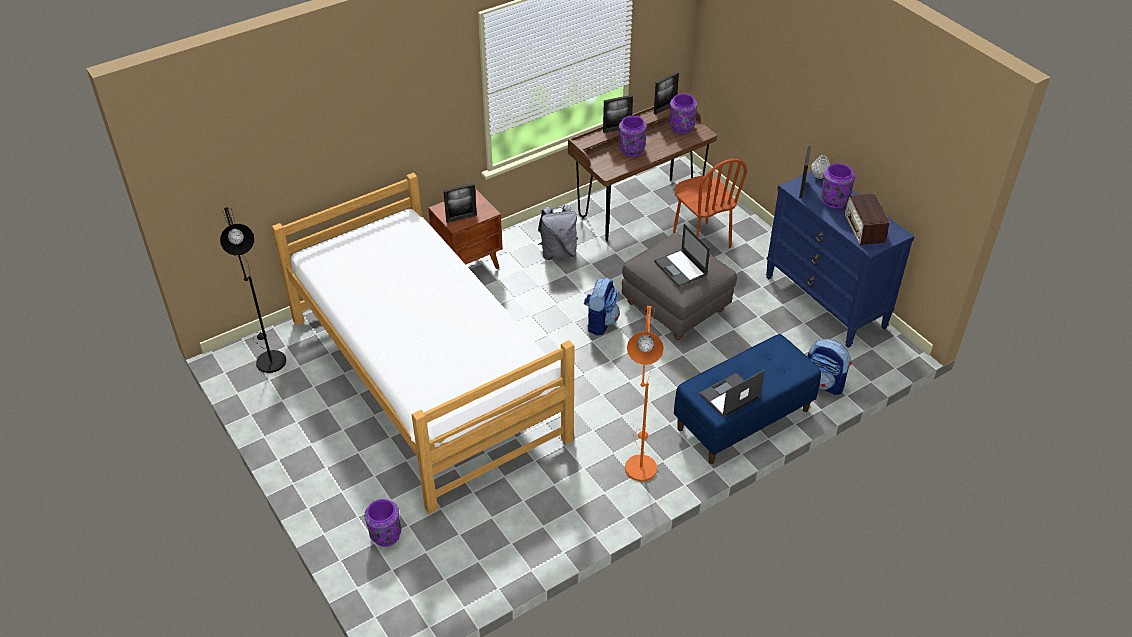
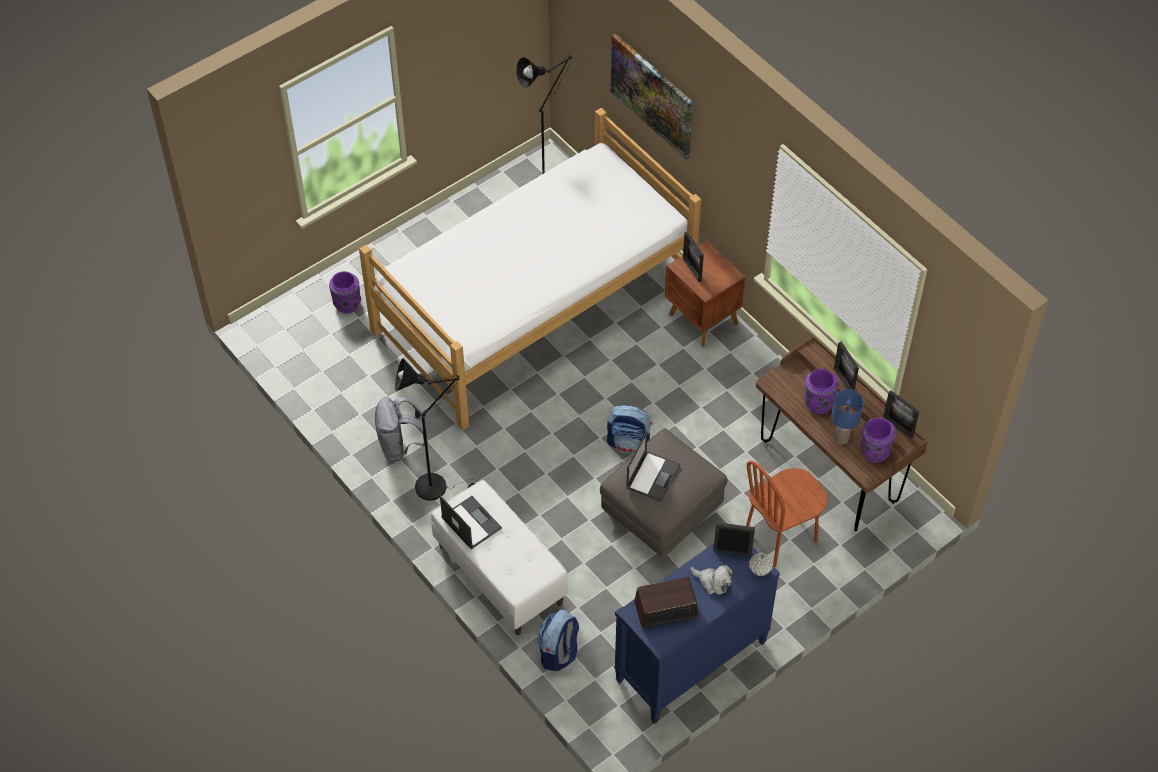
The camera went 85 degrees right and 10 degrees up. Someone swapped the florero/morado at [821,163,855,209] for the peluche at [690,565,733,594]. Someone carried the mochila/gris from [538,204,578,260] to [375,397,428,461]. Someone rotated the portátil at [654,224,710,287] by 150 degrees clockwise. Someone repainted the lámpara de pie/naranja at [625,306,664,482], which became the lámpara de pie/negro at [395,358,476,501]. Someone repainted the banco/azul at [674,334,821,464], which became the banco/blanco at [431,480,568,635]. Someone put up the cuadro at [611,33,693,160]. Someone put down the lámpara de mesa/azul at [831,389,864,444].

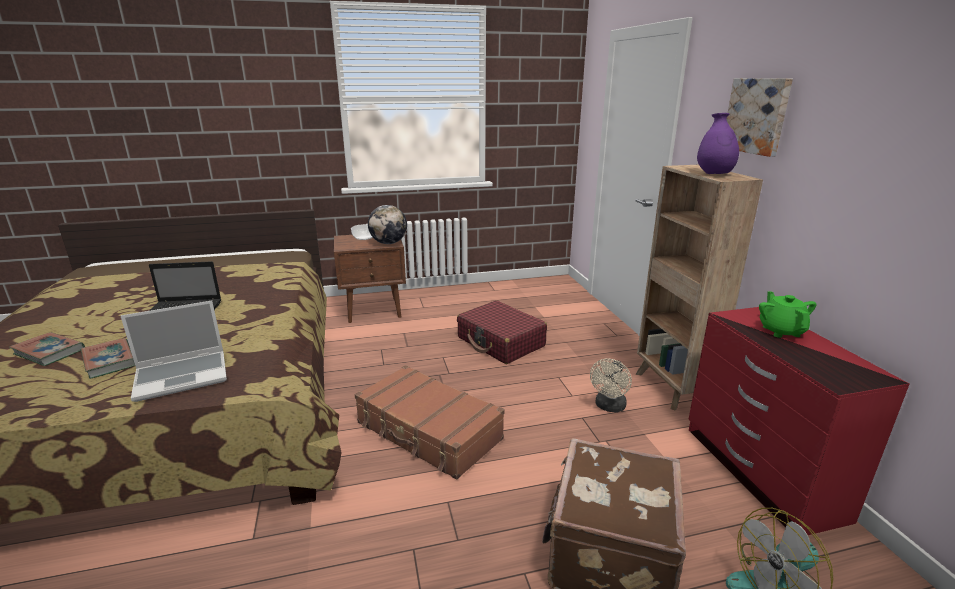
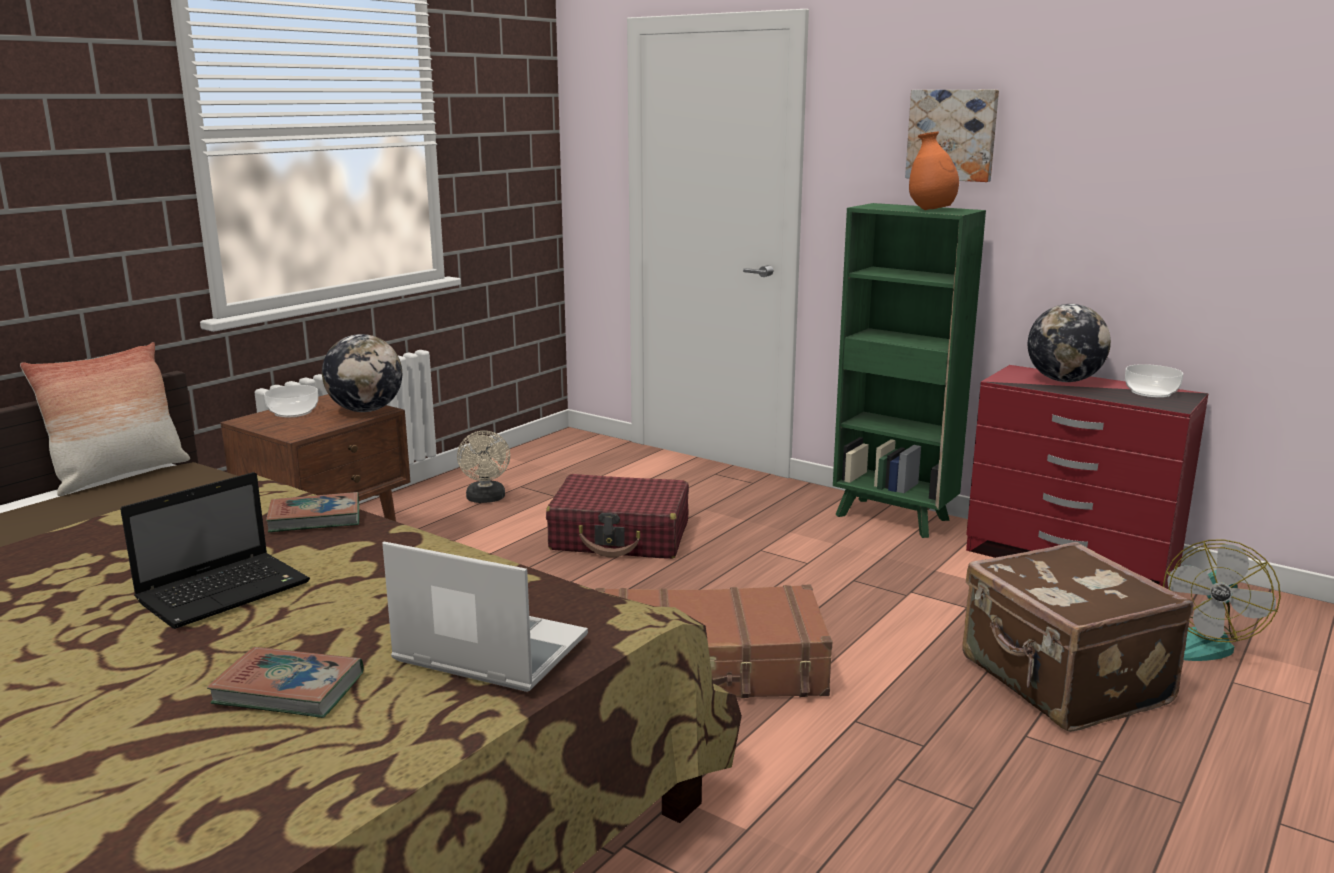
The camera went 40 degrees left and 5 degrees down. Someone repainted the florero/morado at [697,113,739,174], which became the florero/naranja at [909,132,959,210]. Someone repainted the estantería/marrón at [636,165,763,411], which became the estantería/verde at [833,203,986,538]. Someone swapped the tetera/verde at [759,291,817,338] for the globo terráqueo at [1028,304,1111,382]. Someone rotated the portátil at [121,301,227,402] by 90 degrees counterclockwise. Someone carried the libro from [9,332,85,366] to [266,492,359,532]. Someone carried the ventilador/beis from [590,359,632,413] to [457,431,510,503]. Someone put down the cojín at [20,342,190,496]. Someone put down the cuenco at [1125,364,1183,398].

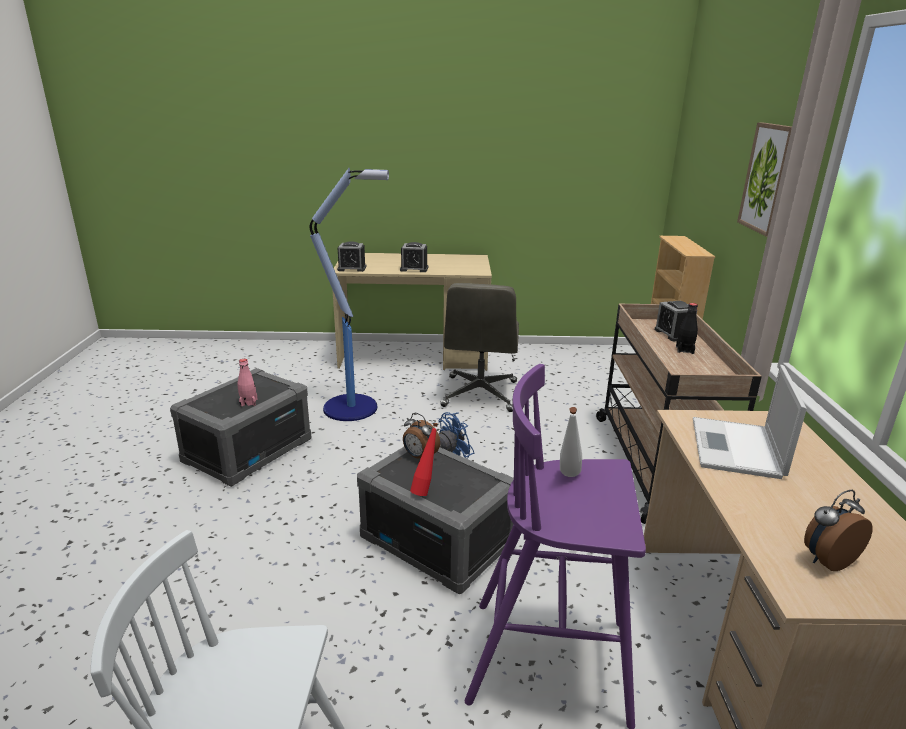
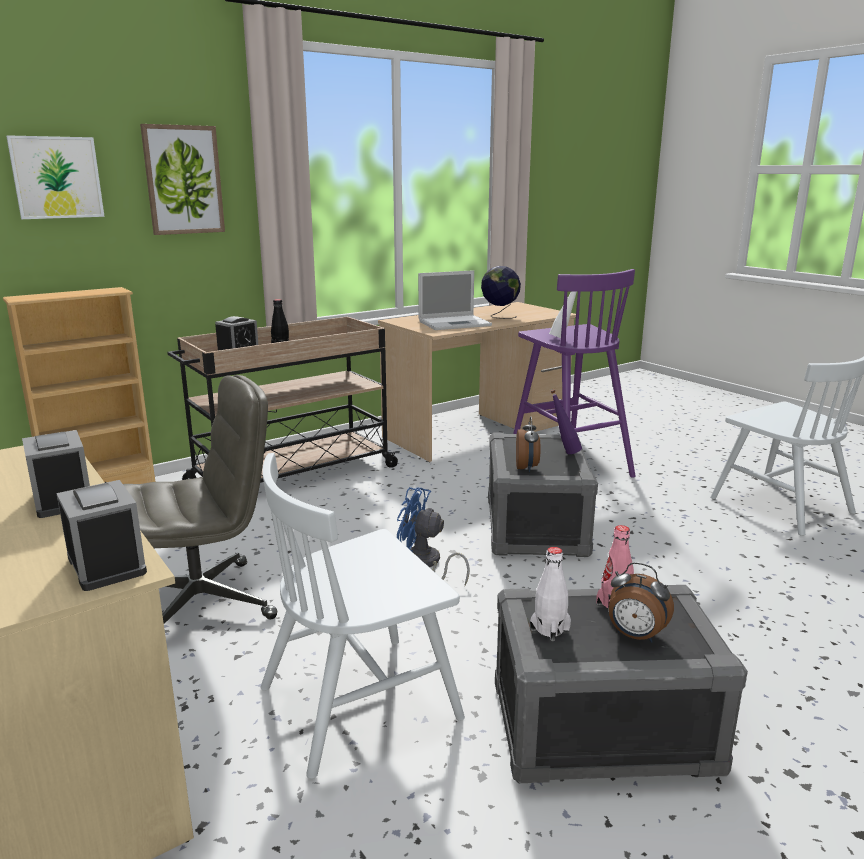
The camera went 125 degrees left and 5 degrees down. Someone swapped the lámpara de pie at [310,168,389,421] for the silla/blanco at [260,453,465,779]. Someone repainted the botella/rojo at [410,423,438,496], which became the botella/morado at [550,389,582,454]. Someone carried the despertador from [804,490,873,571] to [609,562,674,643]. Someone put up the cuadro at [6,135,105,219]. Someone put down the globo terráqueo at [481,266,521,319]. Someone put down the botella/blanco at [530,547,571,641].

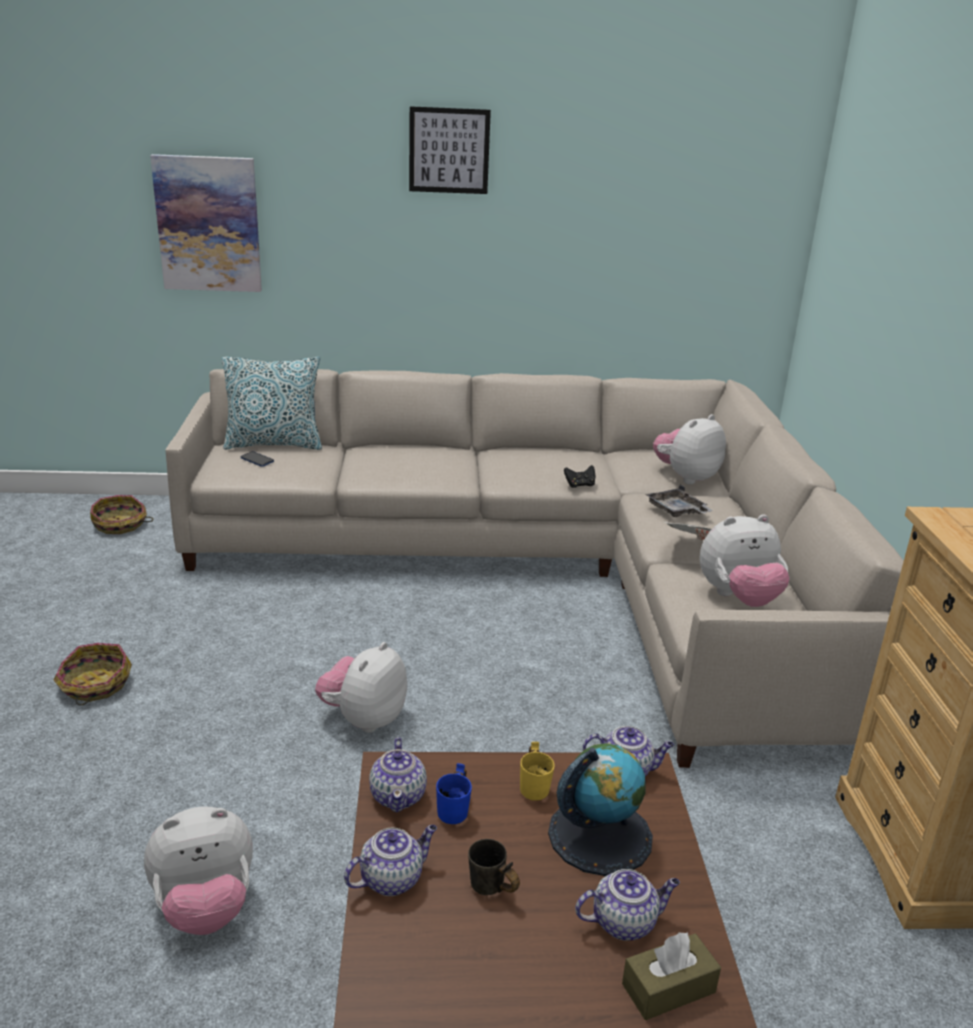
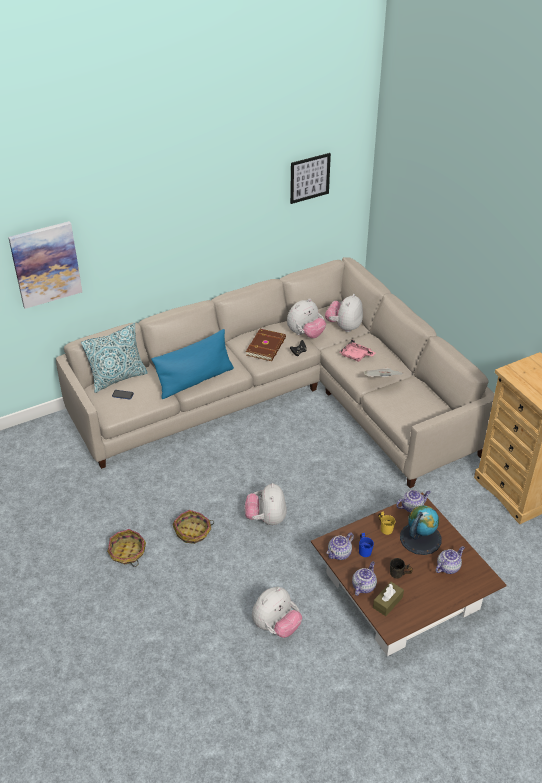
The camera went 25 degrees left and 15 degrees up. Someone carried the cuadro from [409,106,491,194] to [290,153,331,204]. Someone repainted the bandeja/gris at [645,485,713,517], which became the bandeja/rosa at [339,339,375,362]. Someone carried the cesta from [90,495,153,534] to [173,510,214,544]. Someone carried the peluche from [700,514,790,607] to [287,299,326,338]. Someone rotated the tetera at [369,737,427,812] by 75 degrees clockwise. Someone carried the caja de pañuelos/marrón from [622,931,721,1020] to [373,582,404,616]. Someone put down the cojín/azul at [152,329,234,399]. Someone put down the libro/marrón at [246,329,286,361].

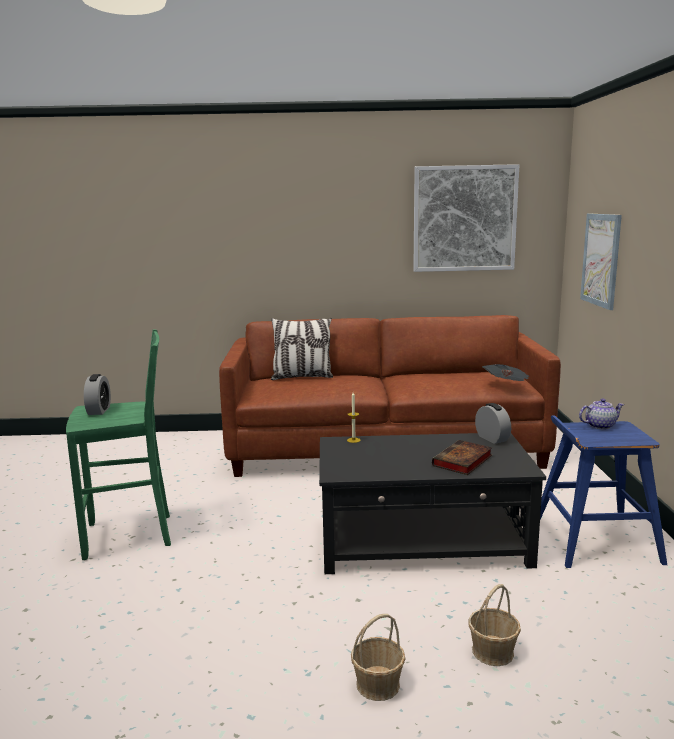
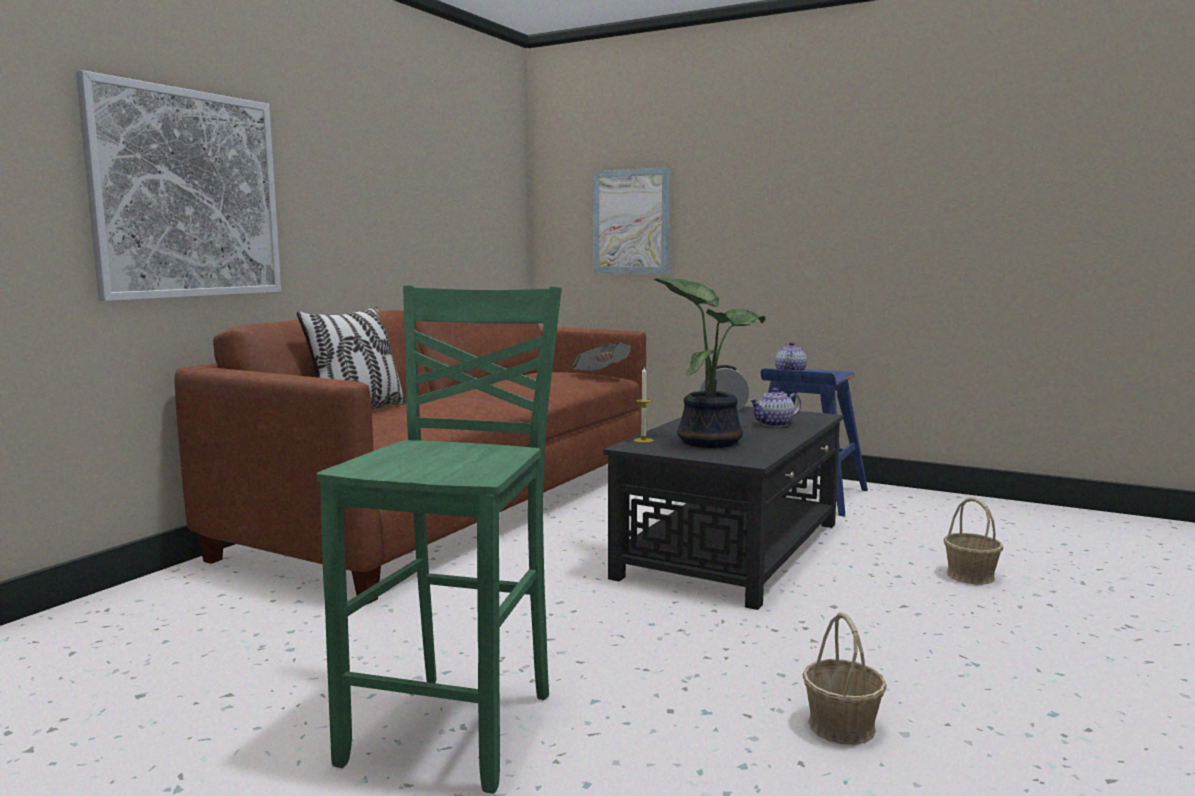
The camera went 60 degrees left and 5 degrees down. Someone carried the cuadro from [413,164,519,272] to [76,70,281,301]. Someone took away the despertador at [84,374,111,415]. Someone swapped the libro at [432,440,492,475] for the tetera at [749,388,801,427]. Someone carried the cesta from [351,614,406,701] to [803,613,887,745]. Someone put down the planta en maceta at [654,277,765,448].

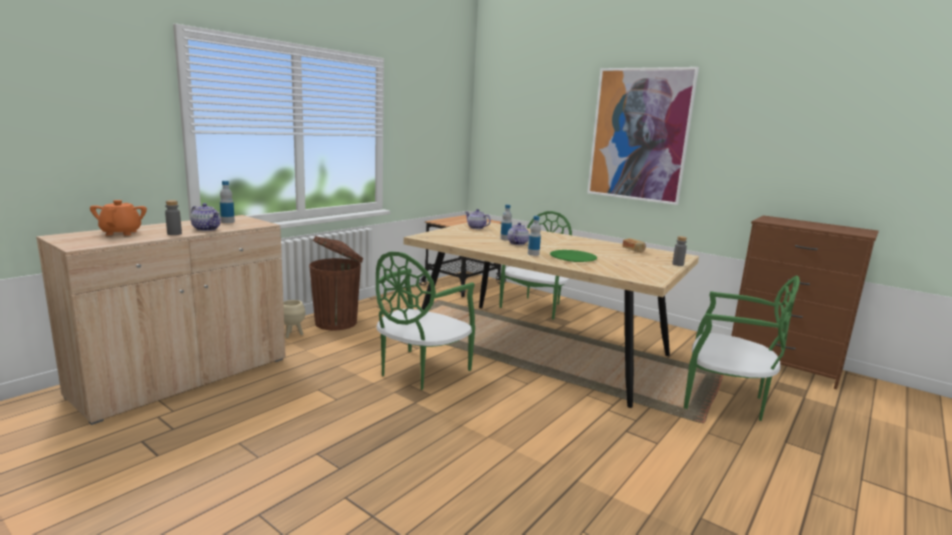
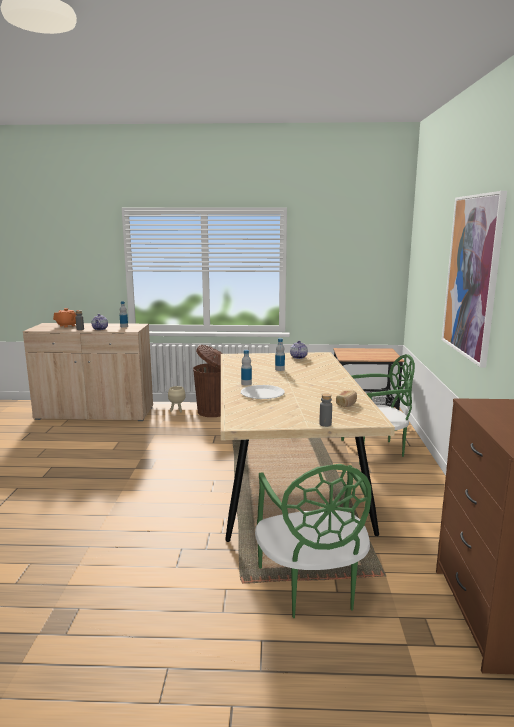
The camera went 55 degrees right and 0 degrees up. Someone took away the tetera at [507,223,529,245]. Someone repainted the plato/verde at [550,250,597,262], which became the plato/blanco at [241,385,285,399]. Someone took away the silla/verde at [376,252,475,390].

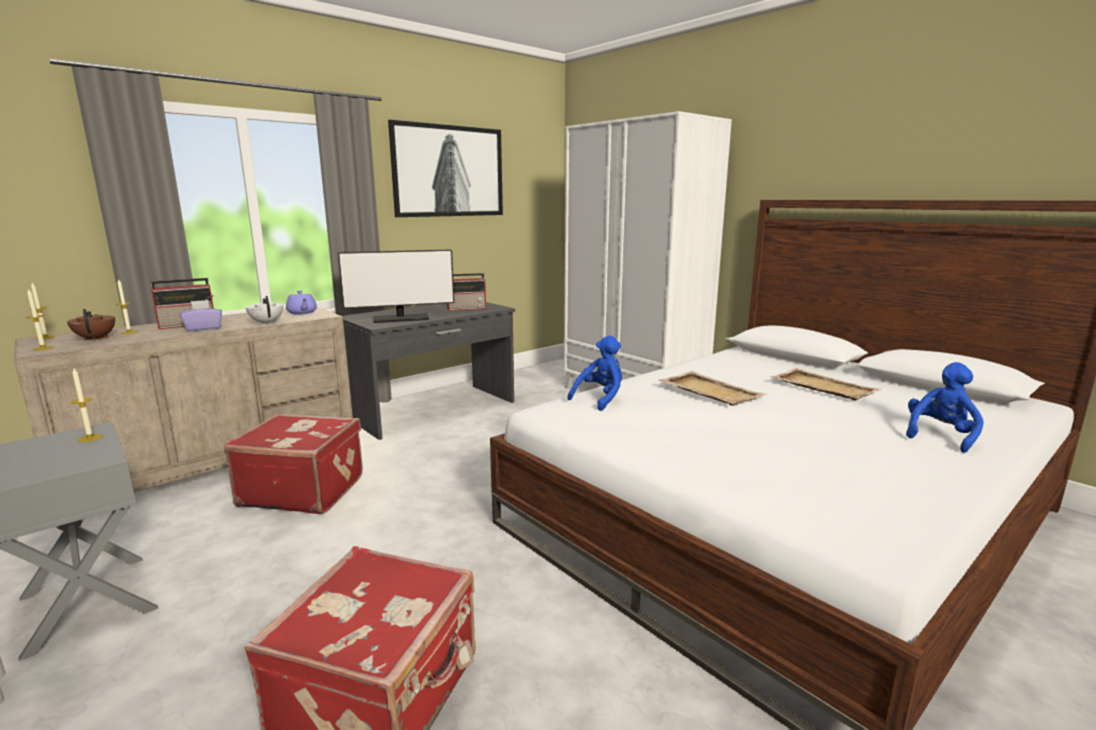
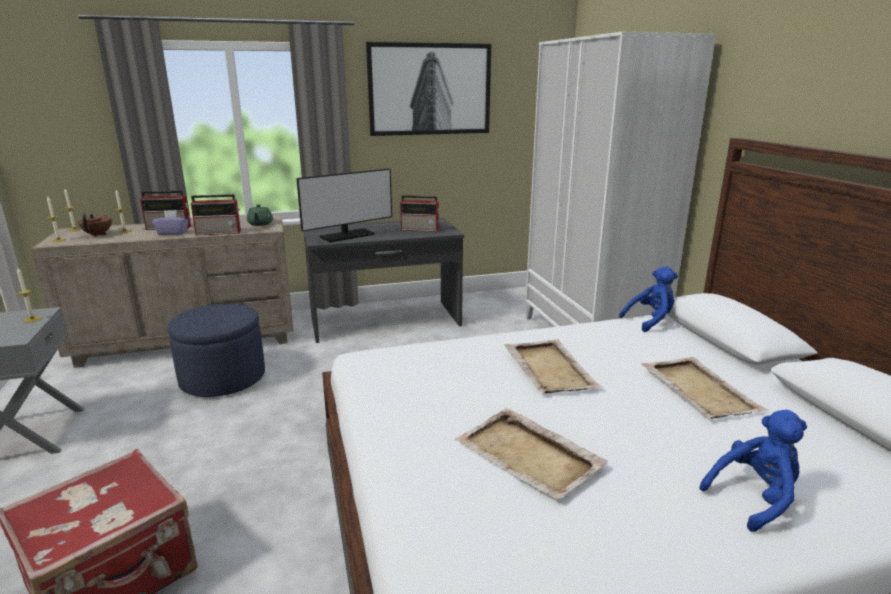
The camera went 25 degrees right and 5 degrees up. Someone rotated the monitor at [338,250,454,323] by 45 degrees counterclockwise. Someone repainted the tetera/morado at [286,290,317,315], which became the tetera/verde at [247,204,273,226]. Someone swapped the tetera/blanco at [246,296,283,325] for the radio at [191,194,241,236]. Someone carried the peluche/azul from [567,336,622,411] to [619,266,678,332]. Someone swapped the maleta/rojo at [224,413,363,514] for the puf/azul at [168,304,265,397]. Someone put down the bandeja/beis at [455,408,608,500].

